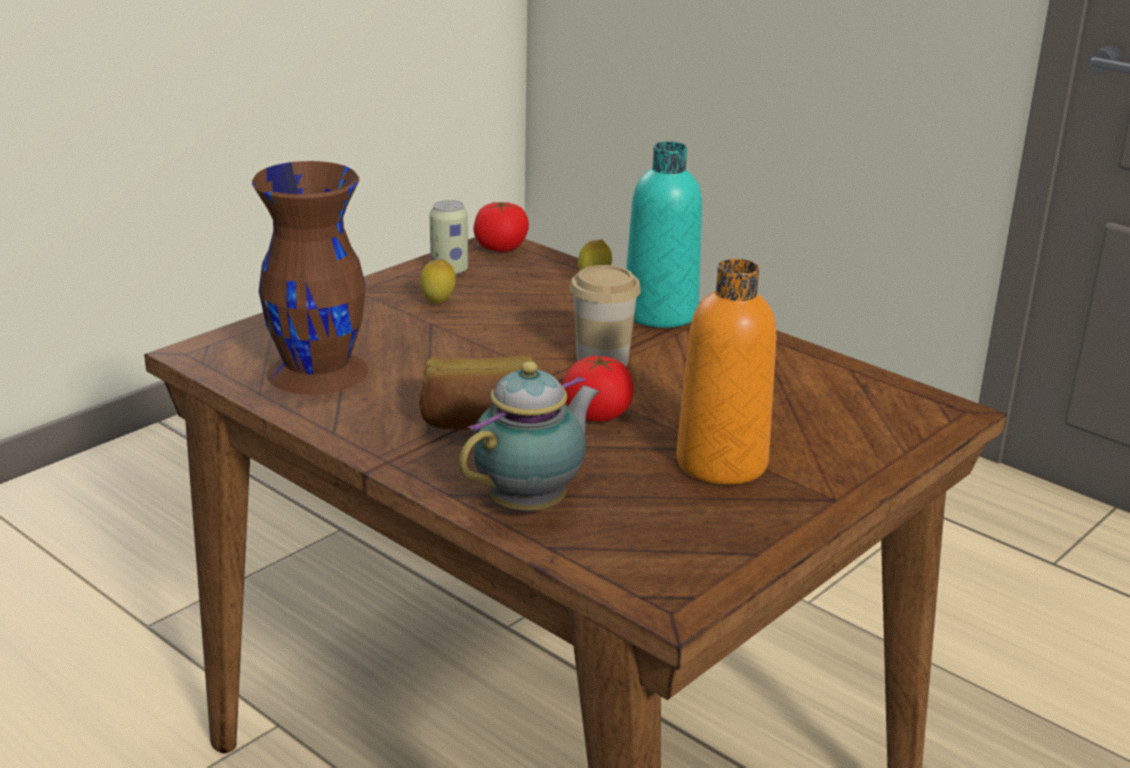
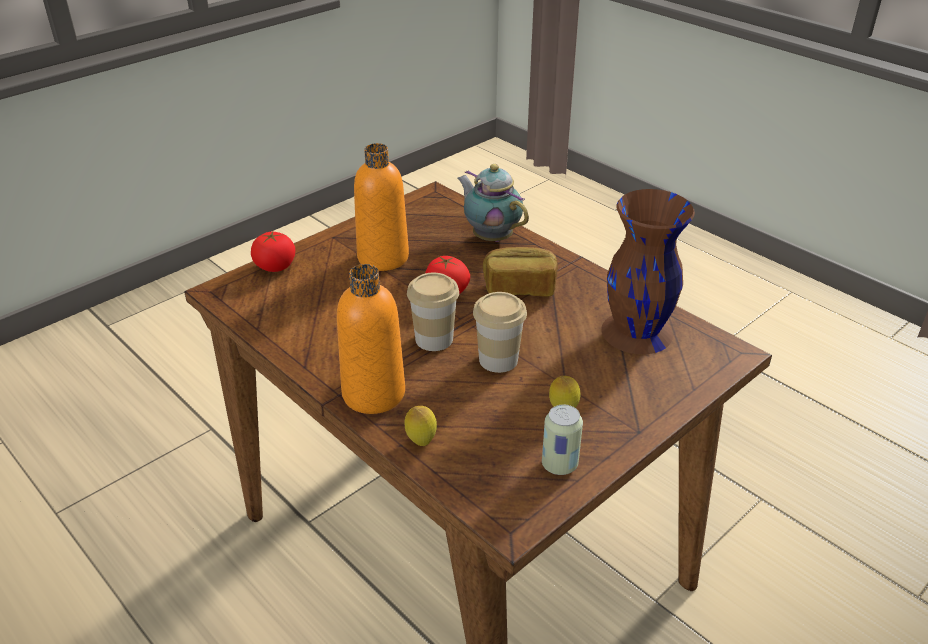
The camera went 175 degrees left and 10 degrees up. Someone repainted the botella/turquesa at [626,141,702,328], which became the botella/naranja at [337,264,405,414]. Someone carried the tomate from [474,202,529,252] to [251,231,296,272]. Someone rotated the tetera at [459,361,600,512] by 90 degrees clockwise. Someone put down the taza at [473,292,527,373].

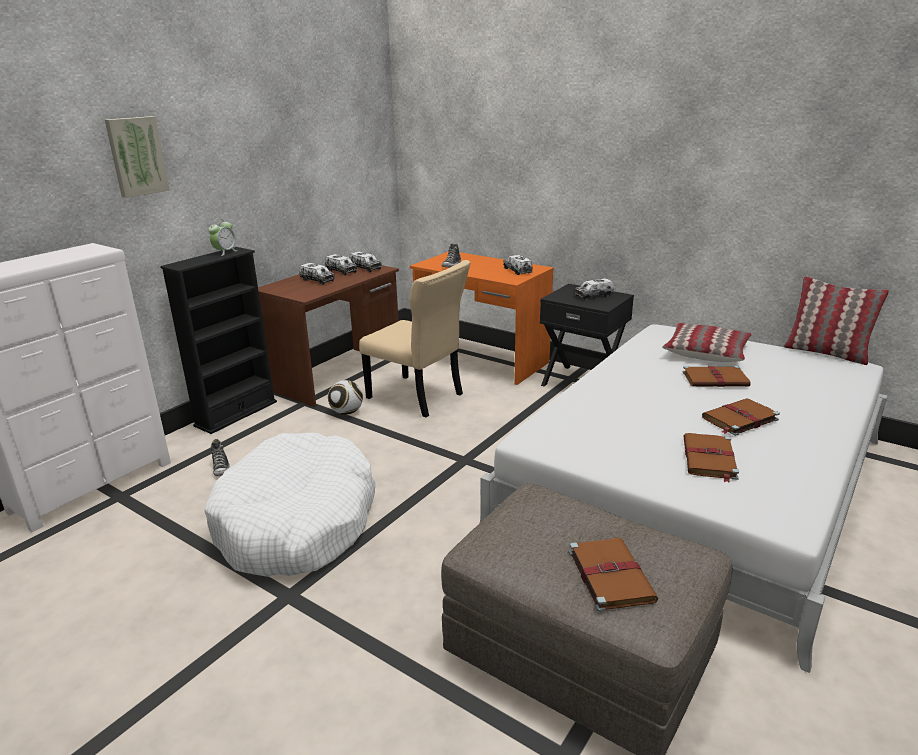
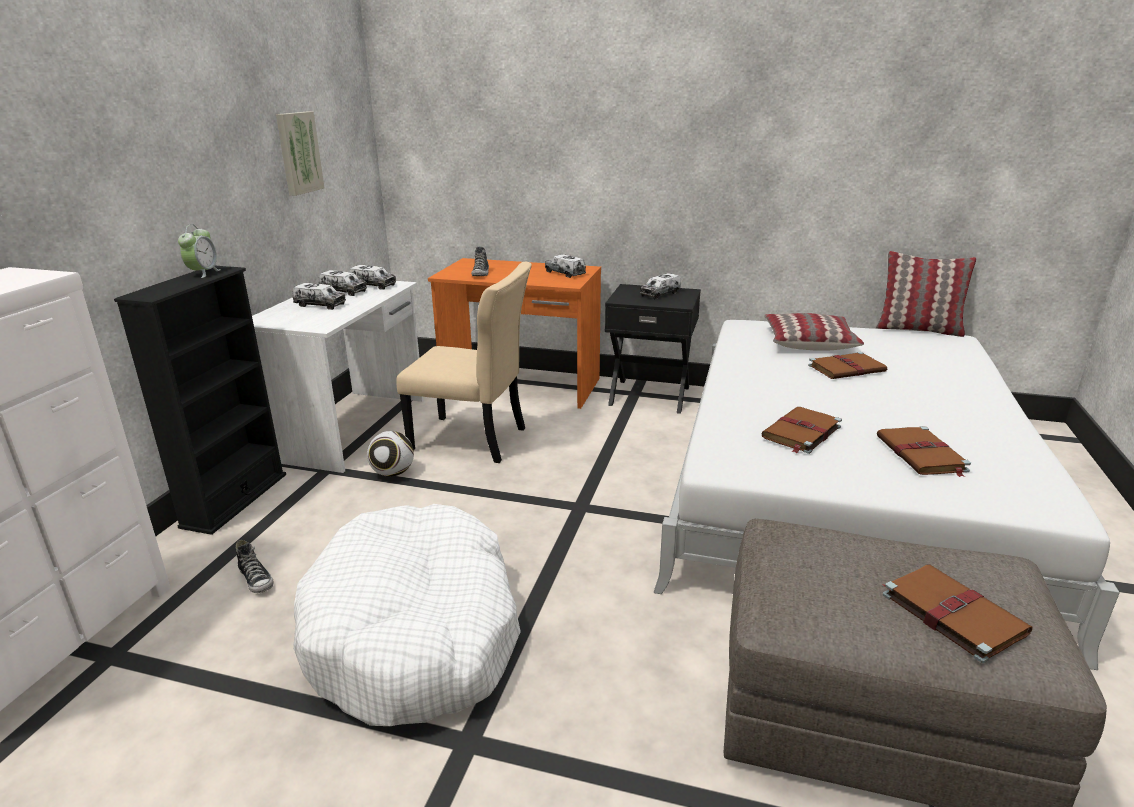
The camera went 20 degrees left and 0 degrees up. Someone carried the cuadro from [105,116,170,198] to [276,112,325,196]. Someone repainted the escritorio/marrón at [258,265,399,407], which became the escritorio/blanco at [252,281,424,473]. Someone carried the libro/marrón from [702,398,780,436] to [761,407,842,454].

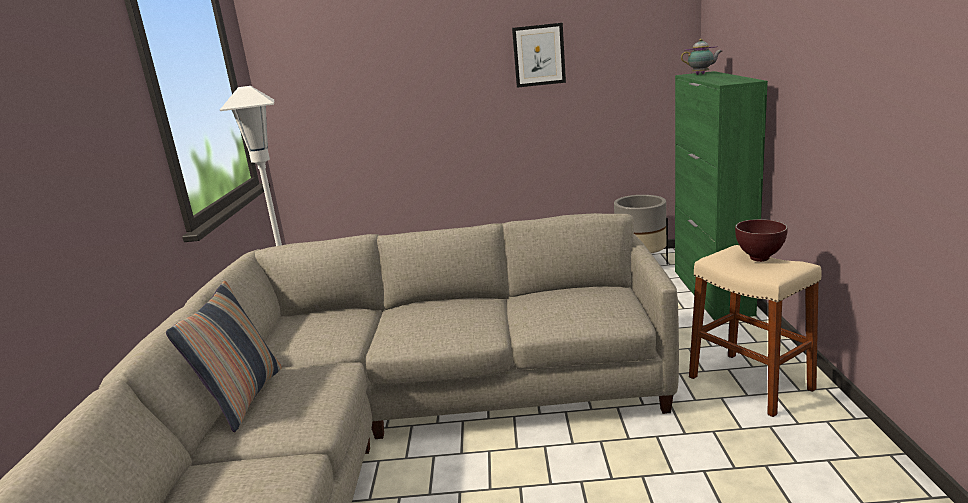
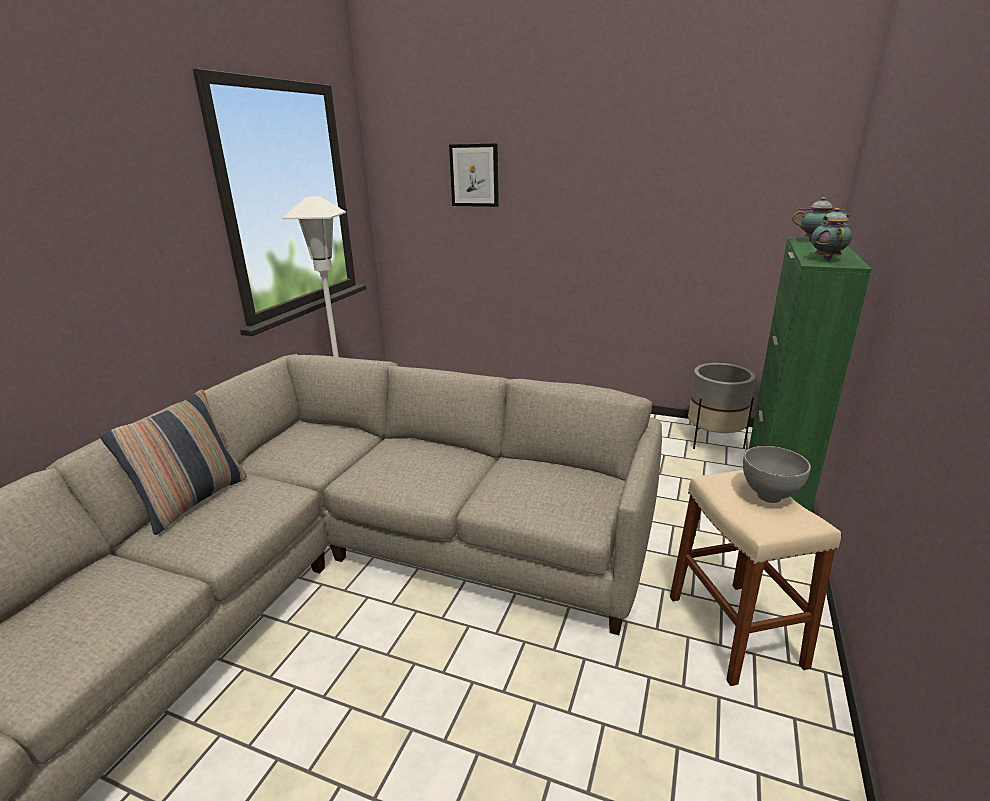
The camera went 20 degrees right and 5 degrees up. Someone carried the cuadro from [512,23,566,88] to [449,143,499,207]. Someone repainted the cuenco/marrón at [735,219,788,262], which became the cuenco/gris at [743,446,811,503]. Someone put down the tetera at [811,208,852,260].

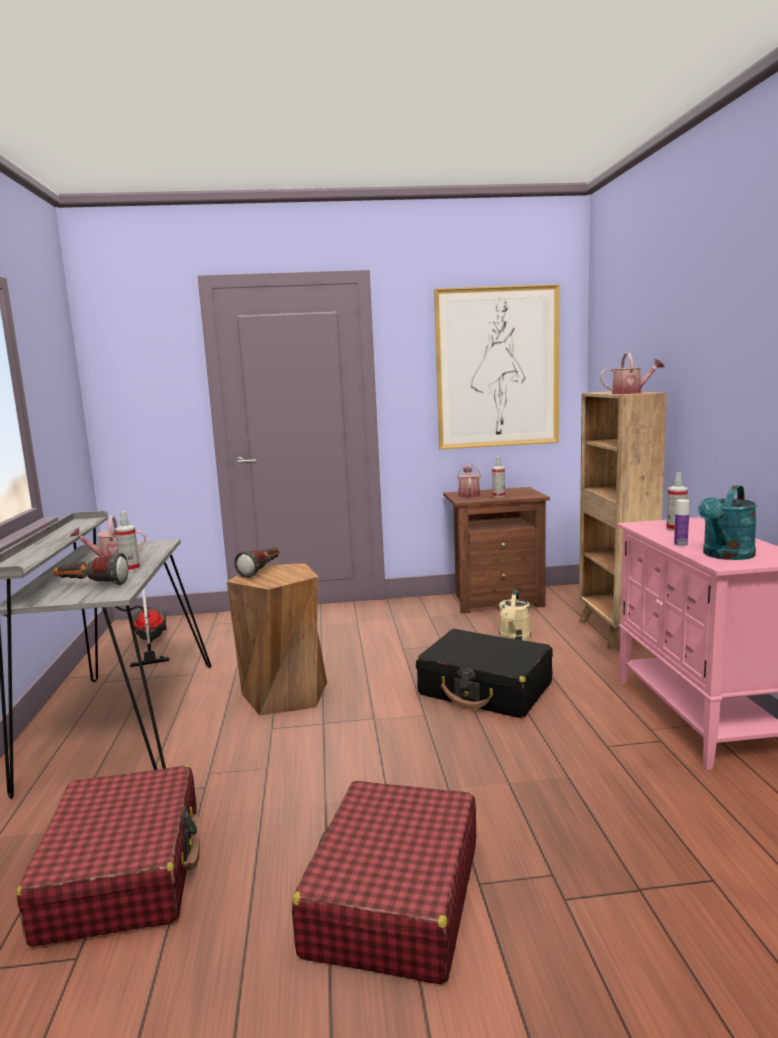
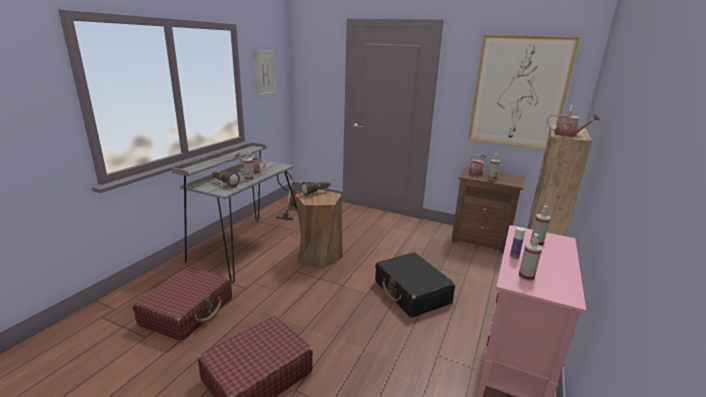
The camera went 30 degrees right and 10 degrees up. Someone swapped the regadera/turquesa at [698,485,757,560] for the pulverizador at [519,234,542,281]. Someone took away the regadera/beis at [499,590,531,641]. Someone put up the cuadro at [254,50,276,97].

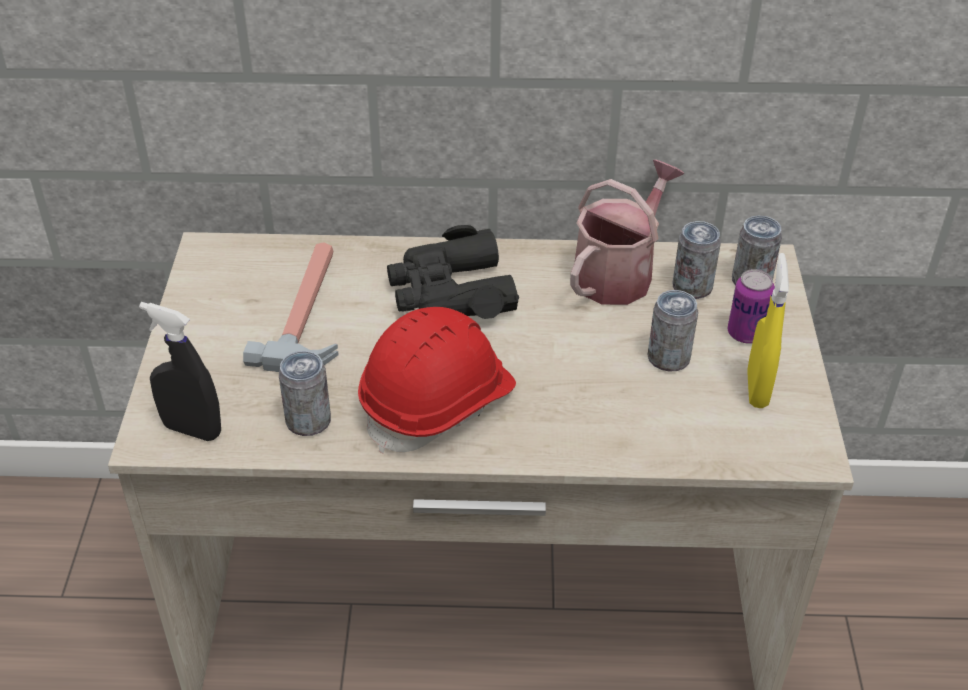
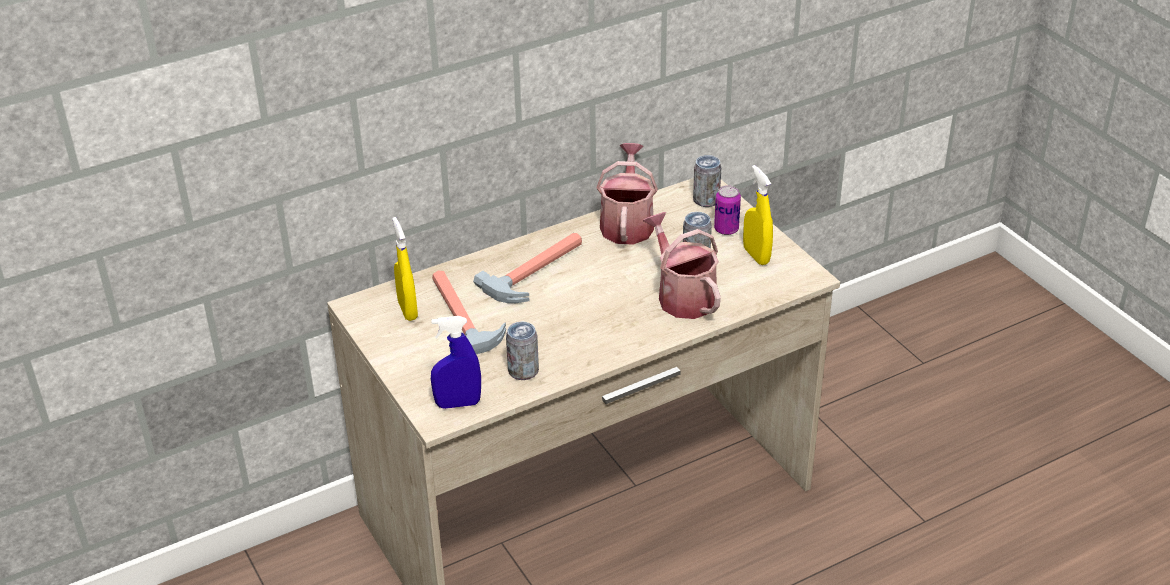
The camera went 30 degrees left and 5 degrees down. Someone took away the lata at [673,221,721,299]. Someone swapped the prismáticos/negro at [387,225,519,319] for the martillo at [473,233,582,303]. Someone repainted the pulverizador/negro at [139,302,221,441], which became the pulverizador/azul at [431,316,481,409]. Someone took away the casco/rojo at [358,307,516,453]. Someone put down the regadera at [643,212,721,319]. Someone put down the pulverizador/amarillo at [392,217,418,321].

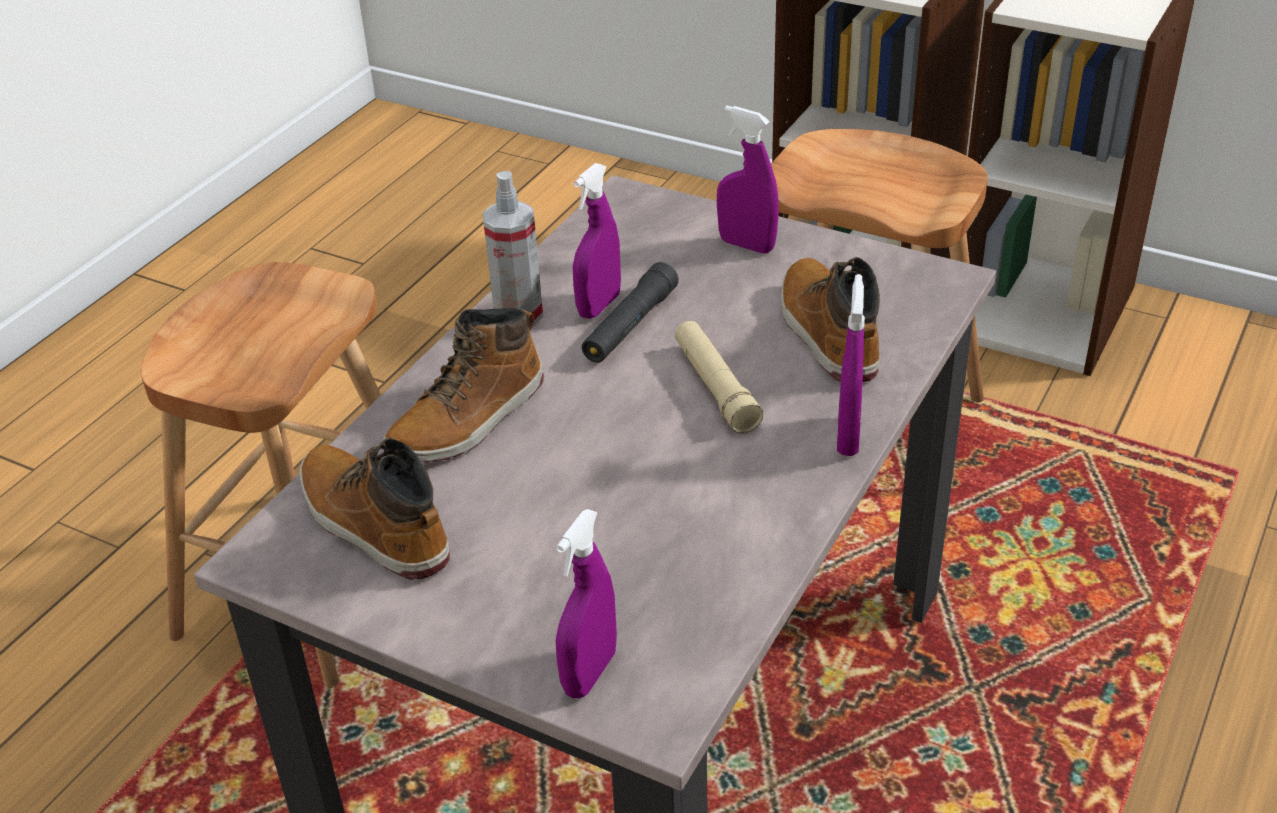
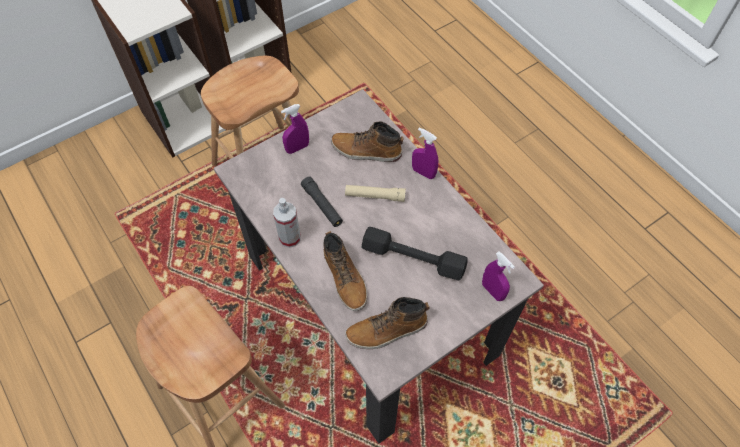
The camera went 65 degrees left and 20 degrees up. Someone took away the pulverizador/morado at [573,163,621,319]. Someone put down the mancuerna/negro at [361,227,468,281].

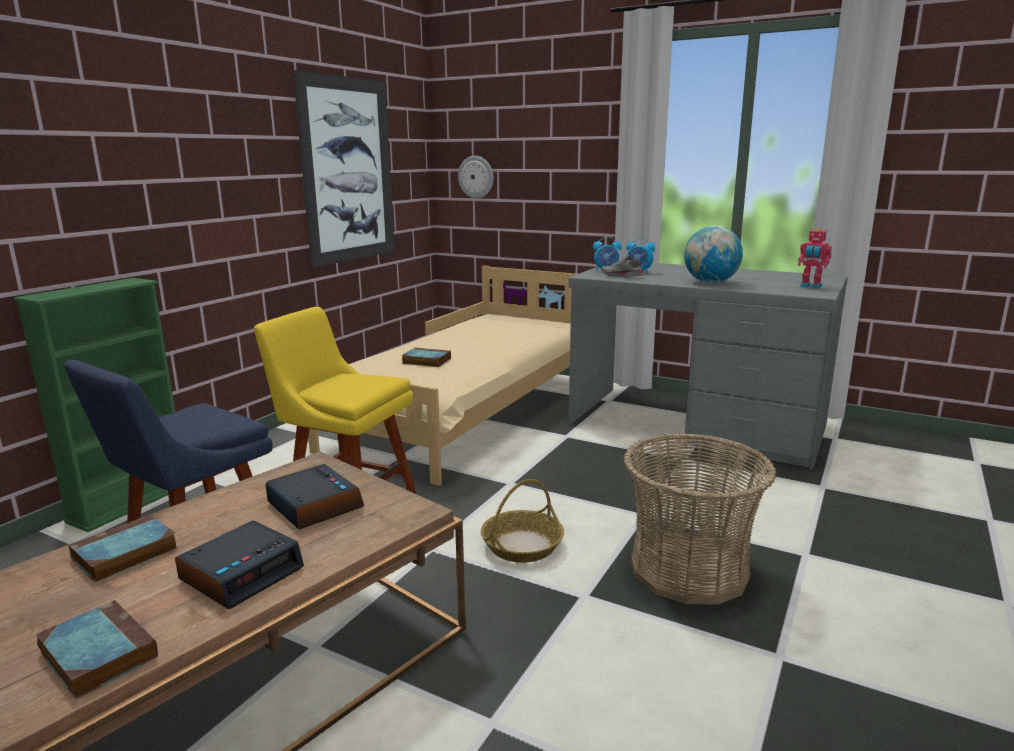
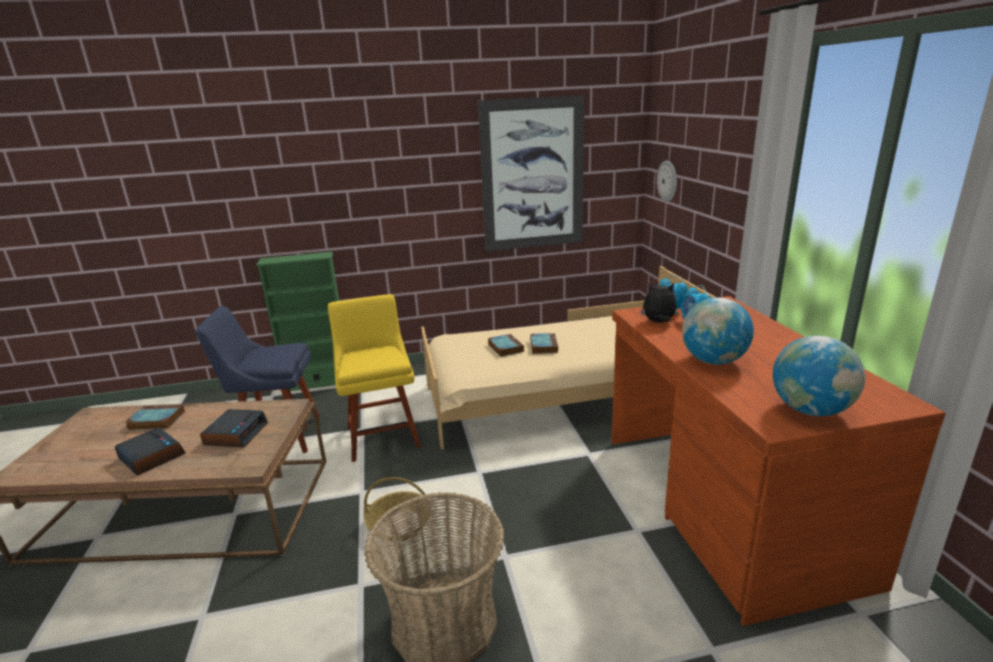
The camera went 50 degrees right and 5 degrees up. Someone swapped the robot de juguete at [798,228,832,289] for the globo terráqueo at [773,335,865,416]. Someone swapped the zapato/gris at [601,256,644,277] for the peluche at [641,283,677,323]. Someone repainted the escritorio/gris at [568,263,848,470], which became the escritorio/marrón at [611,296,945,626]. Someone rotated the despertador at [175,521,304,609] by 135 degrees counterclockwise. Someone carried the libro from [36,600,158,699] to [530,333,558,354].

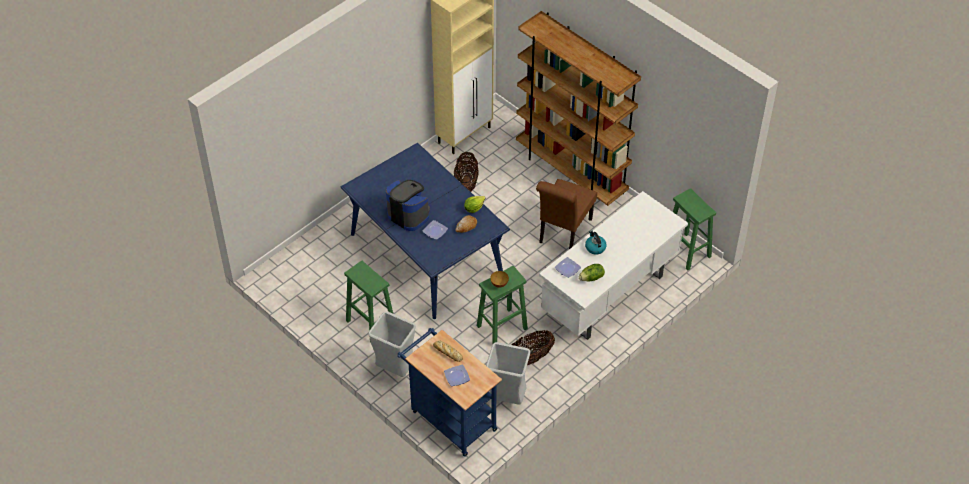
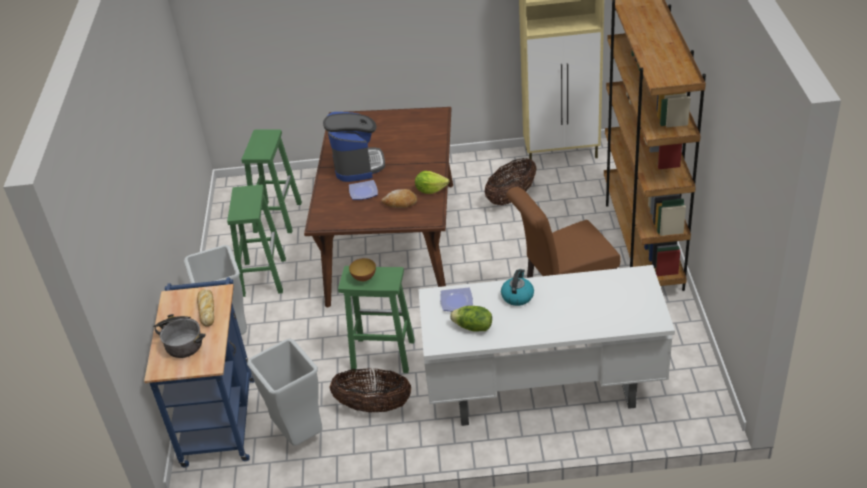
The camera went 45 degrees right and 10 degrees down. Someone repainted the mesa de comedor/azul at [341,143,510,319], which became the mesa de comedor/marrón at [304,107,453,308]. Someone carried the taburete/verde from [673,188,716,270] to [241,129,302,233]. Someone swapped the plato at [444,365,470,386] for the olla at [153,314,206,358].

